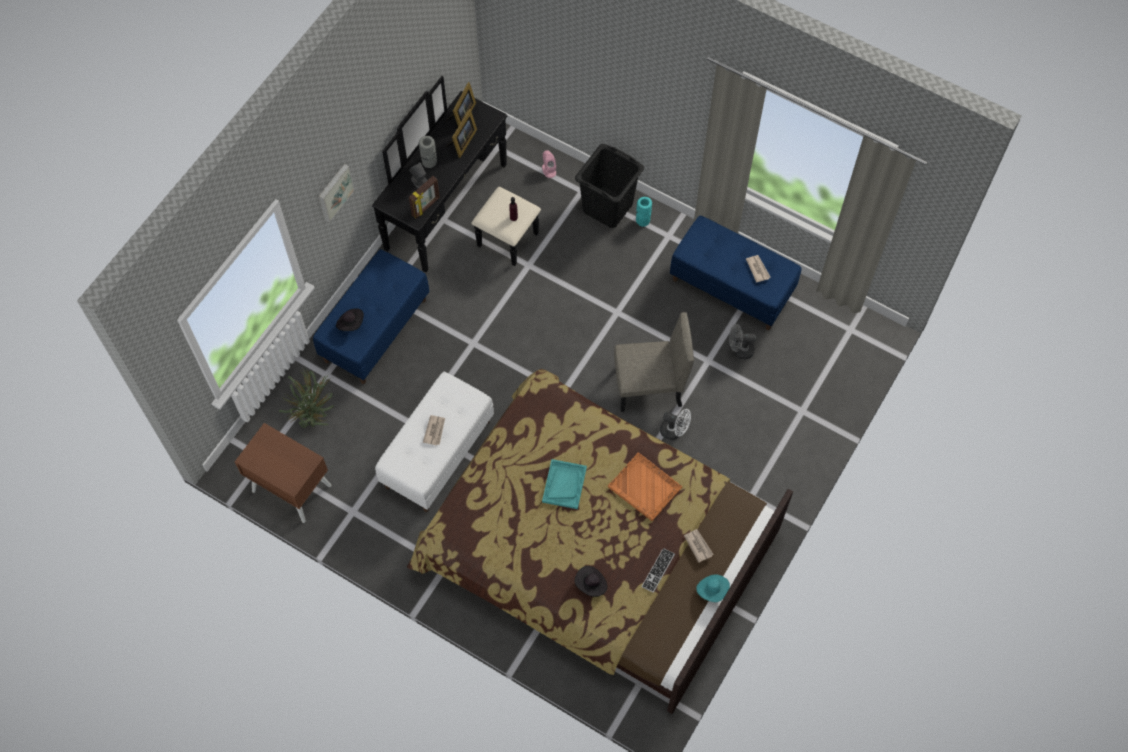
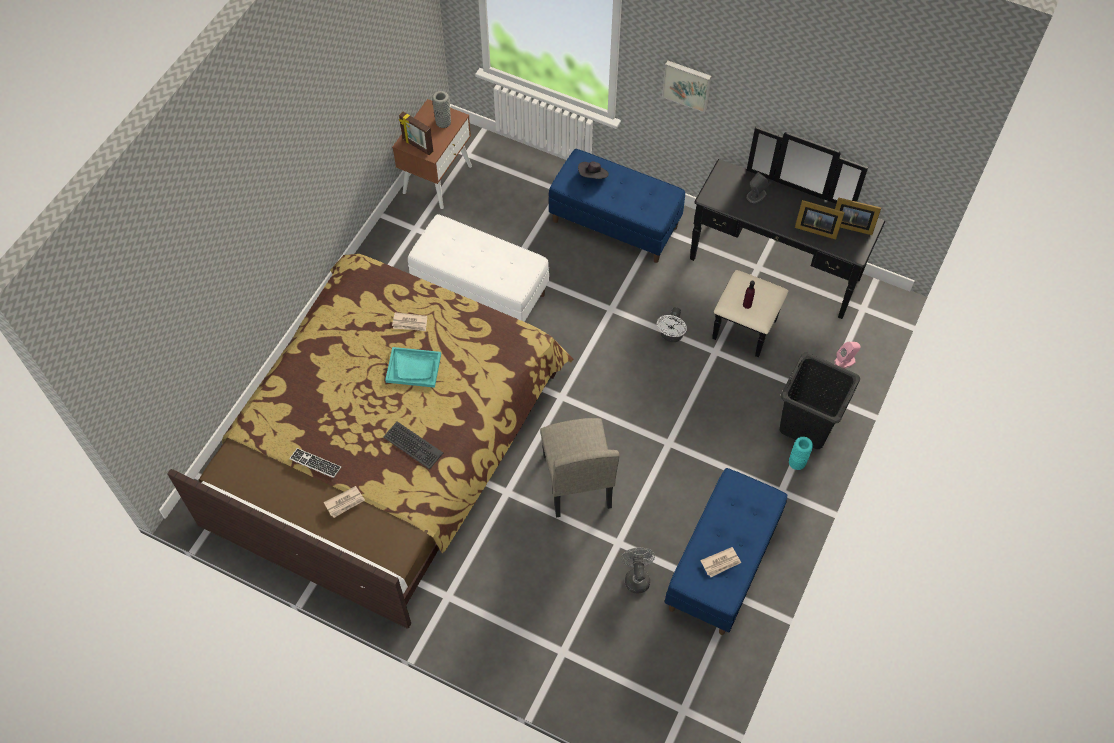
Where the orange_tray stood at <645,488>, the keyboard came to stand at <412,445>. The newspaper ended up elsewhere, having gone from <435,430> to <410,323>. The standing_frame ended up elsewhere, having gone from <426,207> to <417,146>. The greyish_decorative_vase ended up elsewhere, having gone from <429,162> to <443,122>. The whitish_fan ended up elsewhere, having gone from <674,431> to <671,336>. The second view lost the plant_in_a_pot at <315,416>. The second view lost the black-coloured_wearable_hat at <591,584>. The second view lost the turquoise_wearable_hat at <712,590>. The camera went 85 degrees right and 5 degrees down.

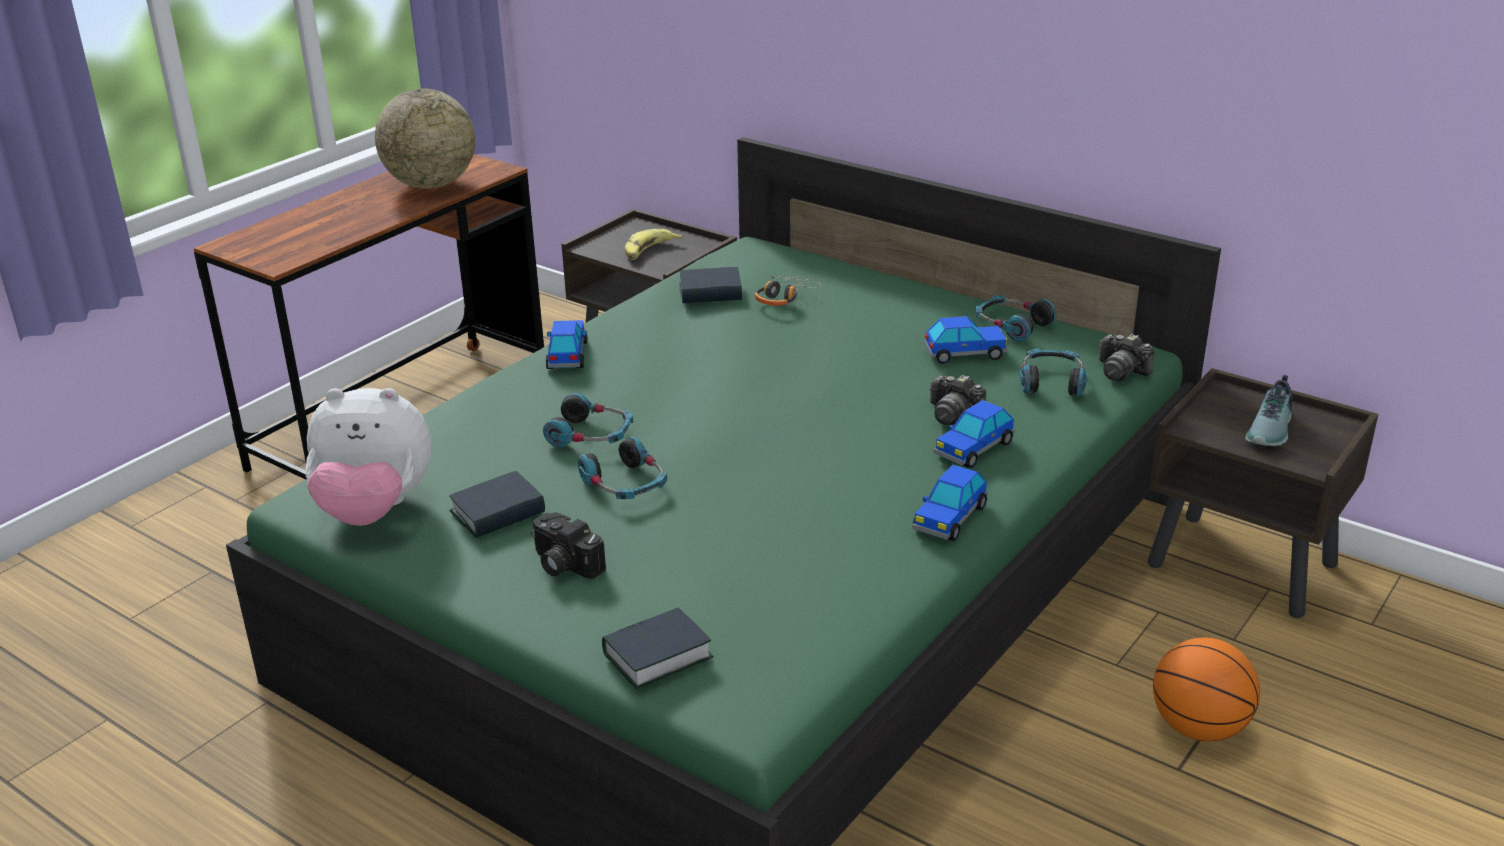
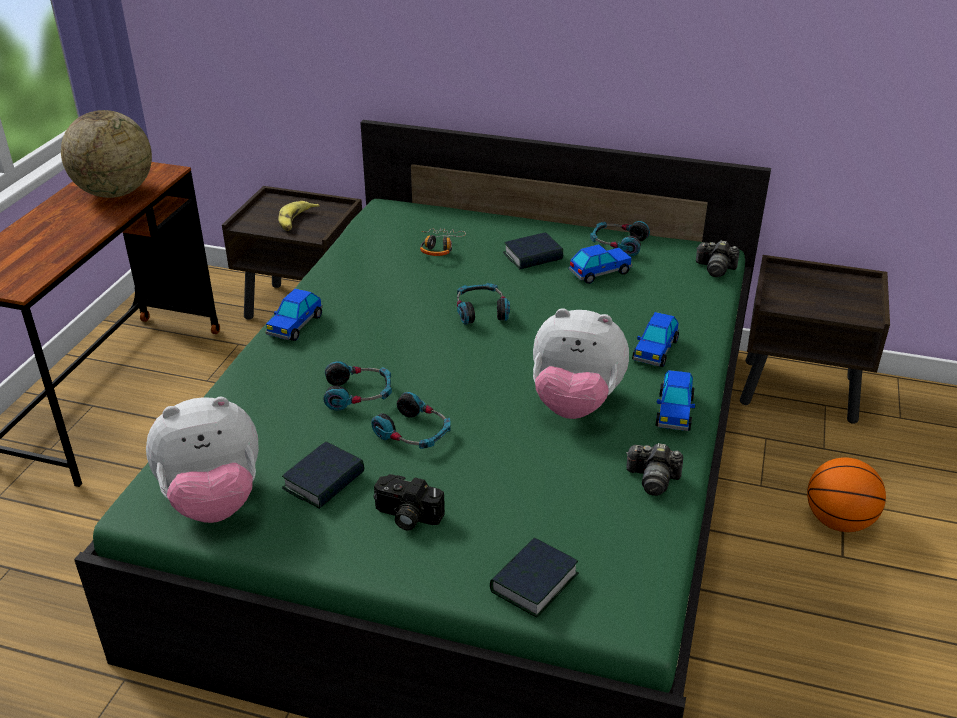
The miniature_car at <567,355> ended up facing another way, 135 degrees counterclockwise from before. The headphones ended up elsewhere, having gone from <1051,381> to <481,310>. The volume ended up elsewhere, having gone from <710,292> to <533,256>. The second view gained the plush_toy at <575,404>. The photo_camera ended up elsewhere, having gone from <953,414> to <653,479>. The second view lost the low_shoe at <1272,429>. The camera went 20 degrees left and 5 degrees up.

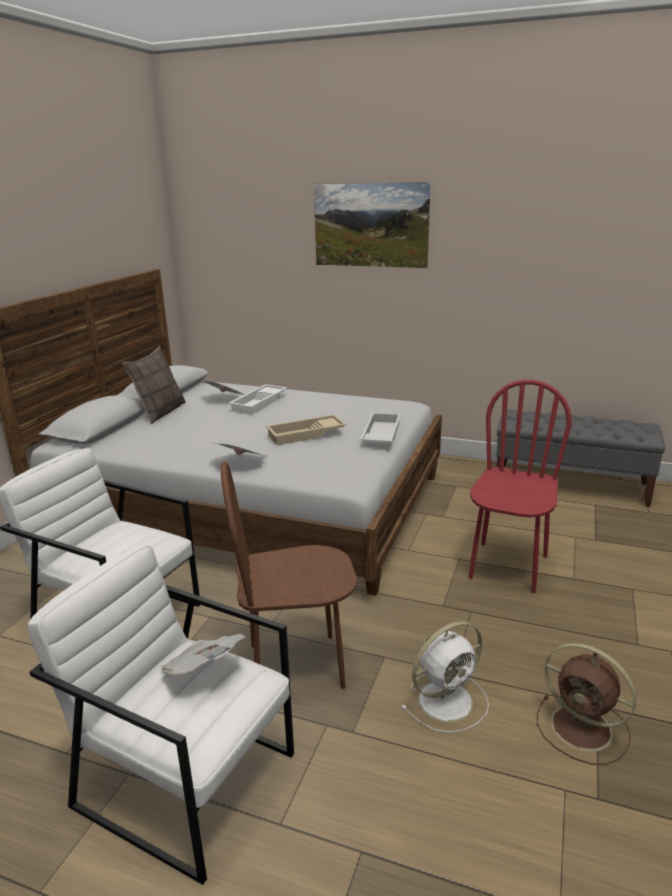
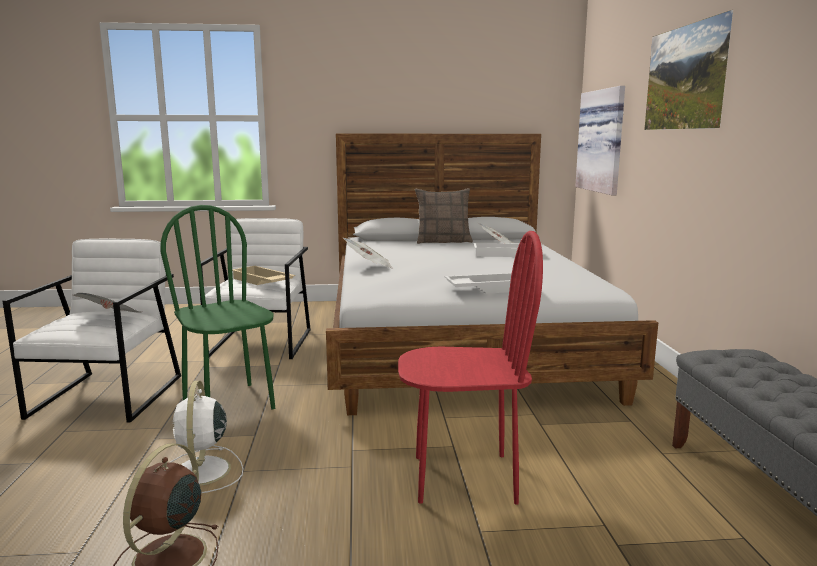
What was the brownish_chair at <296,666> turned into the green_chair at <229,404>. The whitish_fan at <447,700> ended up facing another way, 45 degrees clockwise from before. The sand-coloured_tray ended up elsewhere, having gone from <306,435> to <261,281>. The second view gained the picture at <603,141>. The camera went 65 degrees right and 10 degrees down.

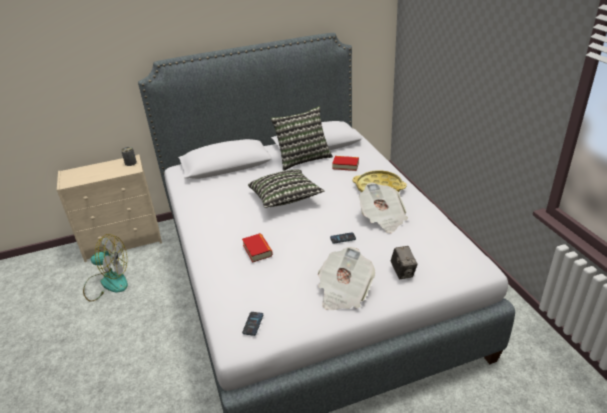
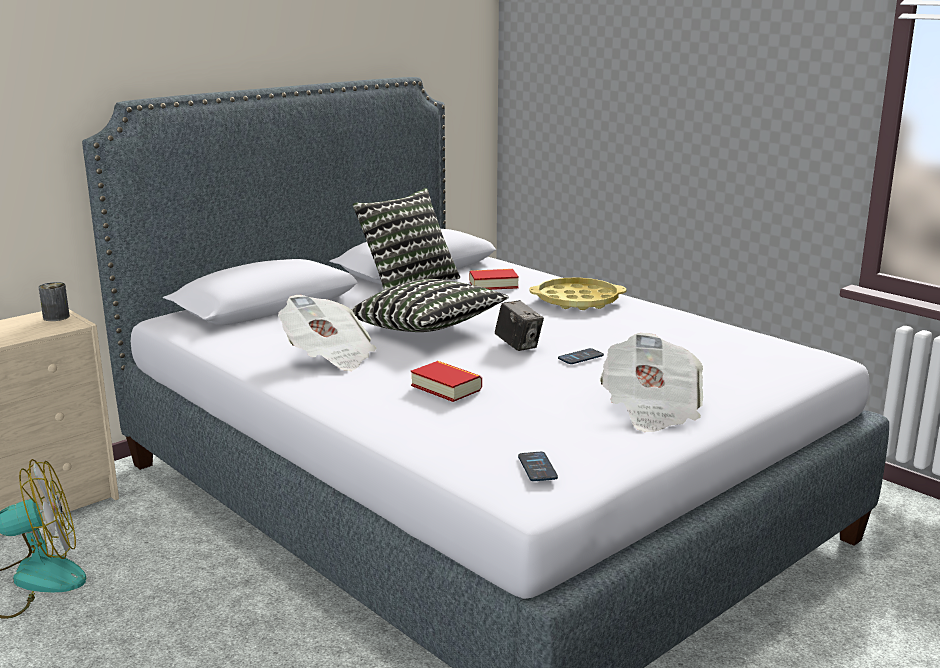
The newspaper ended up elsewhere, having gone from <382,218> to <329,356>. The photo_camera ended up elsewhere, having gone from <403,272> to <518,345>. The camera went 25 degrees left and 15 degrees down.

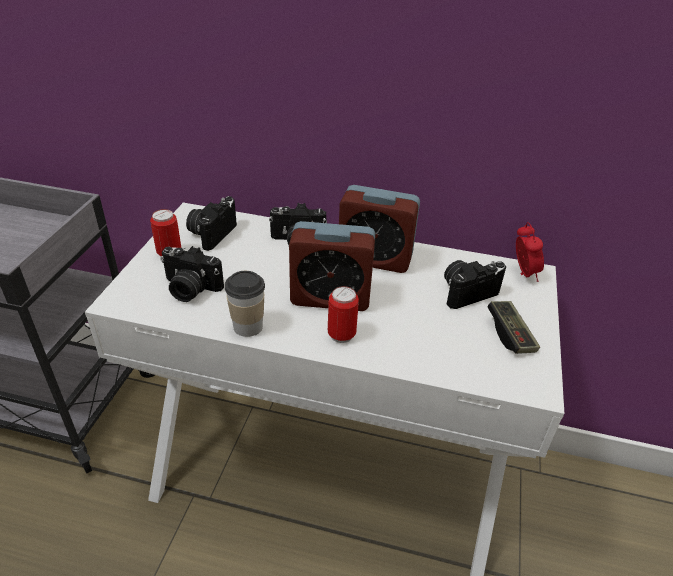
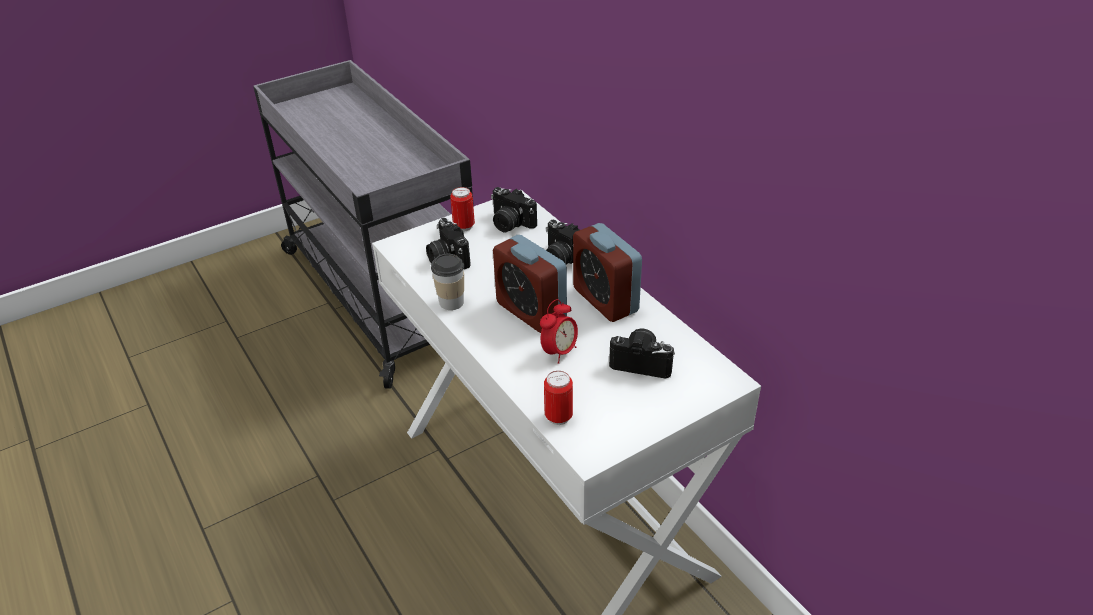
The photo_camera at <211,233> ended up facing another way, 120 degrees counterclockwise from before. The table_clock ended up elsewhere, having gone from <523,274> to <559,352>. The can ended up elsewhere, having gone from <341,335> to <558,417>. The second view lost the gamepad at <510,334>. The camera went 45 degrees right and 0 degrees up.

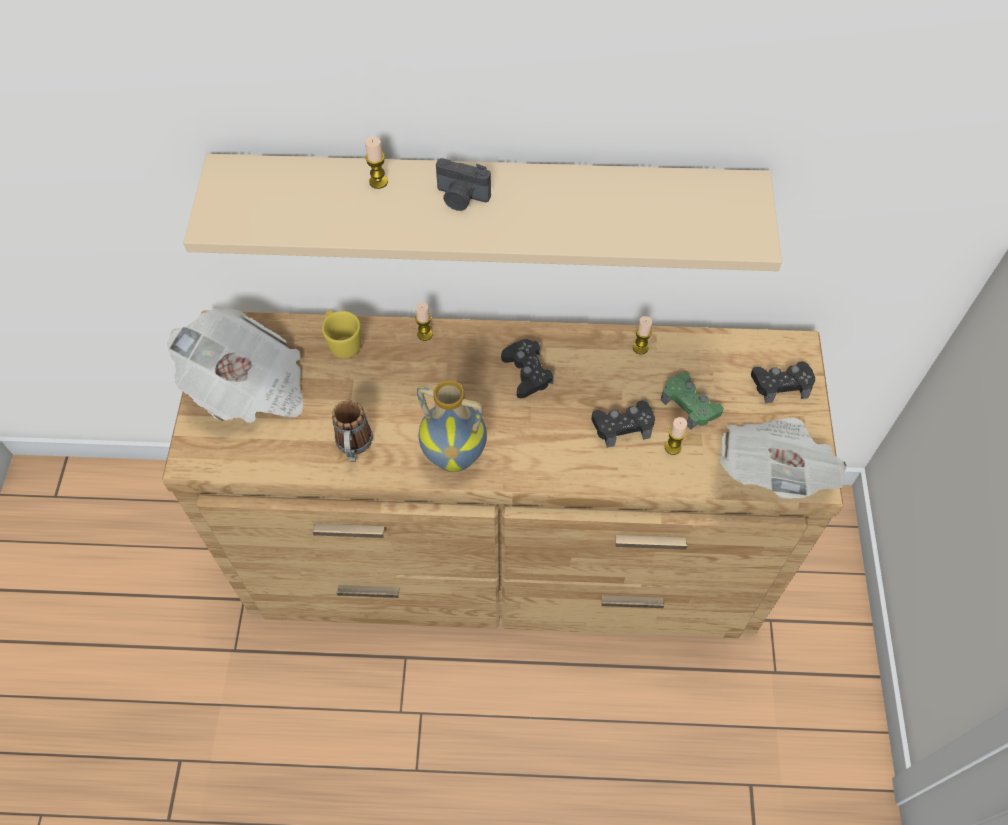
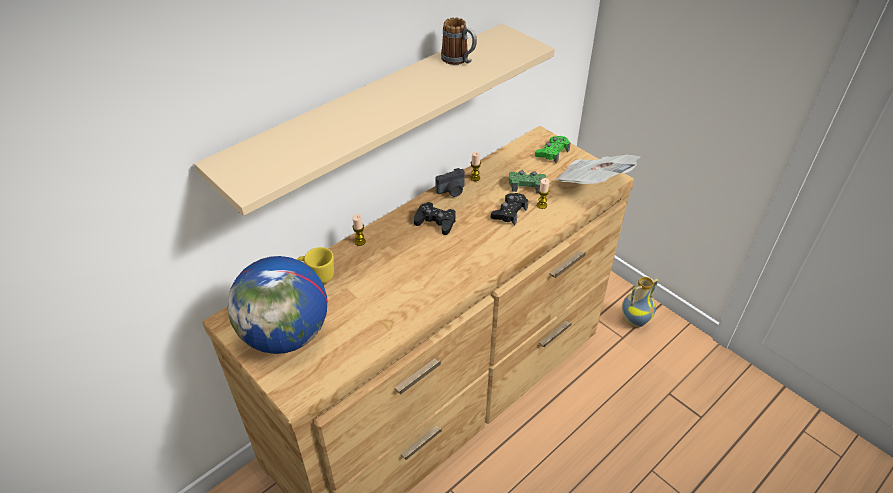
Where the newspaper stood at <249,387>, the globe came to stand at <286,335>. The photo_camera ended up elsewhere, having gone from <461,198> to <452,191>. The mug ended up elsewhere, having gone from <354,447> to <459,60>. What was the black-coloured_gamepad at <781,384> turned into the green_gamepad at <552,152>. The decorative_vase ended up elsewhere, having gone from <455,454> to <634,320>. The second view lost the wax_candle at <378,181>. The camera went 45 degrees left and 15 degrees down.

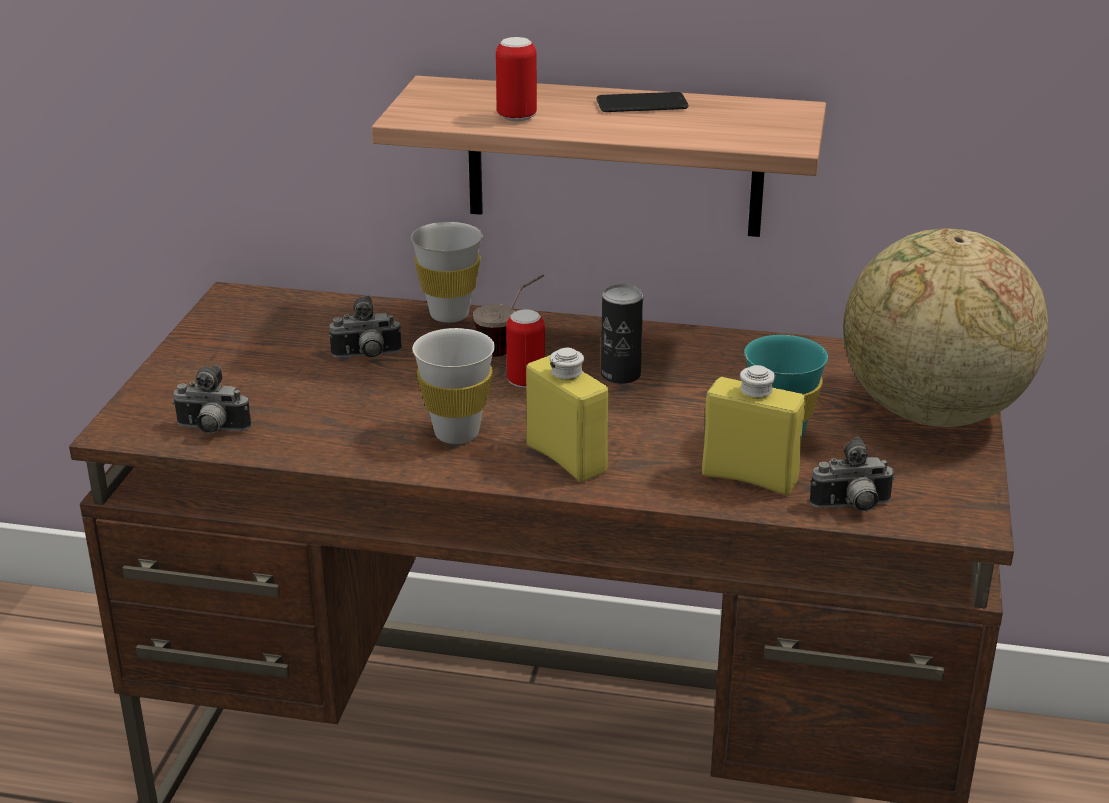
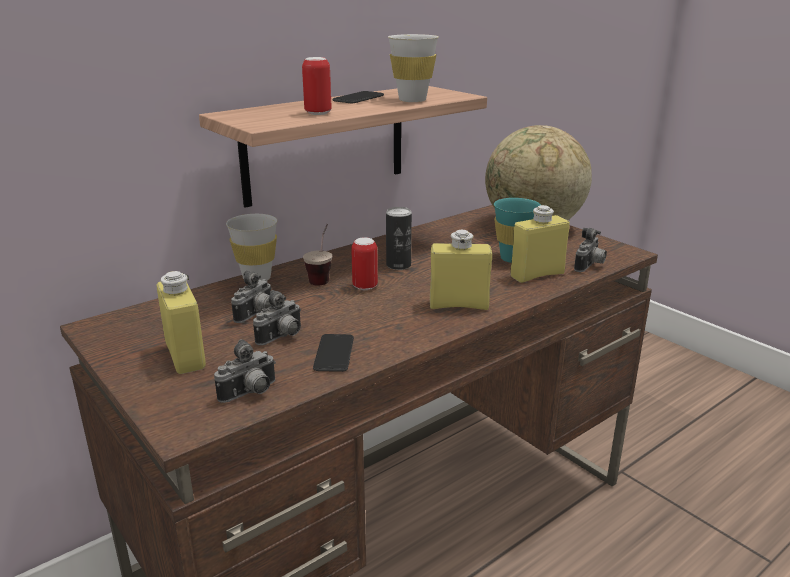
The second view gained the yellow_beverage_bottle at <185,356>. The second view gained the photo_camera at <282,337>. The second view gained the telephone at <334,353>. The whitish_drinking_cup ended up elsewhere, having gone from <456,433> to <412,100>. The camera went 50 degrees left and 5 degrees down.

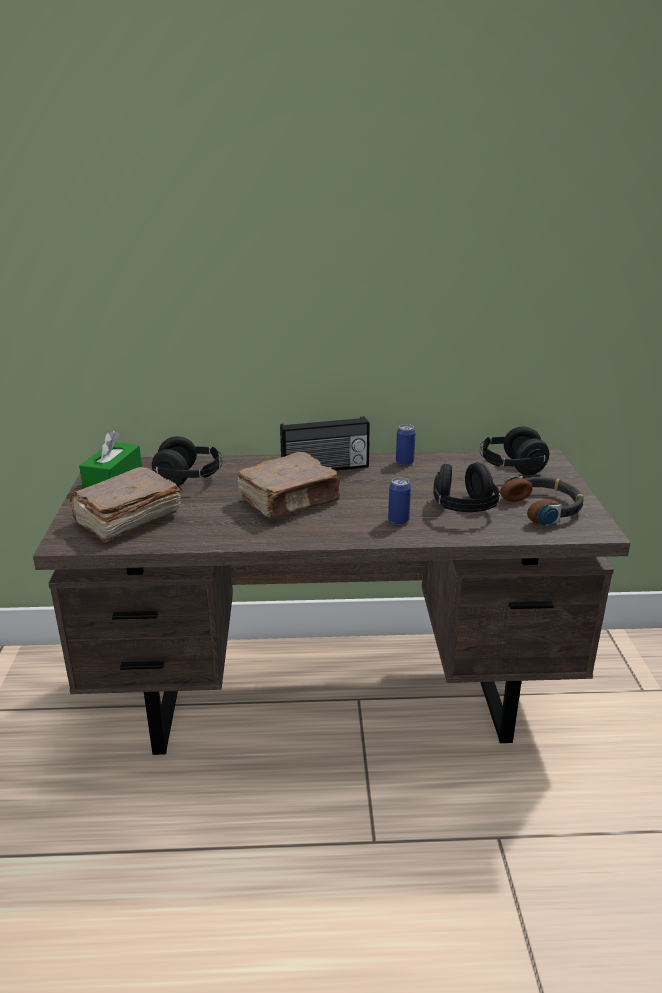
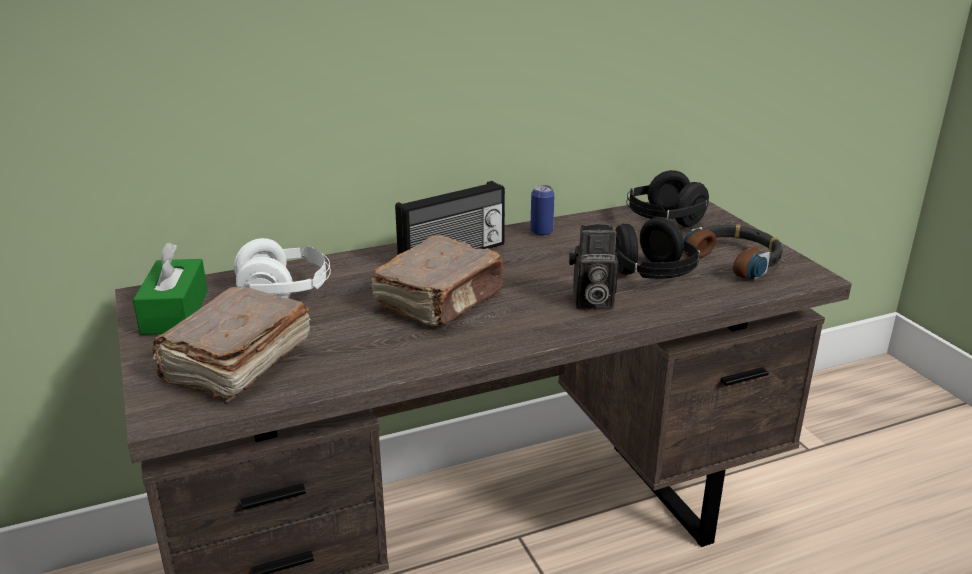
What was the black-coloured_headphones at <189,479> turned into the whitish_headphones at <285,294>. Where the can stood at <398,520>, the photo_camera came to stand at <590,302>. The camera went 20 degrees left and 0 degrees up.

